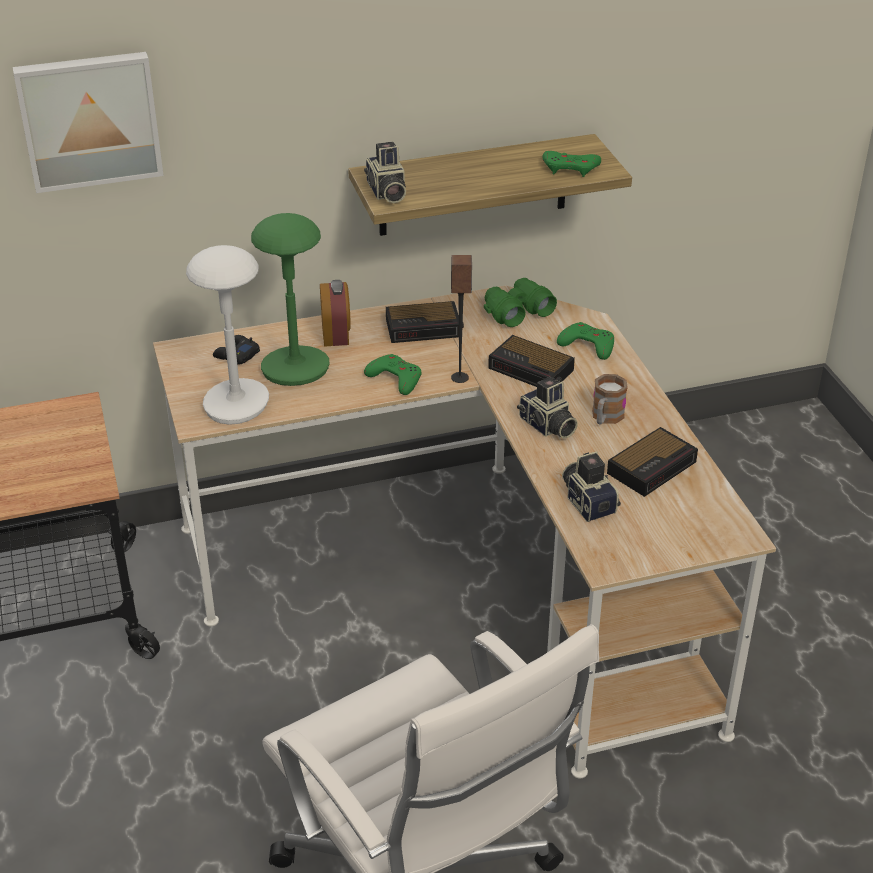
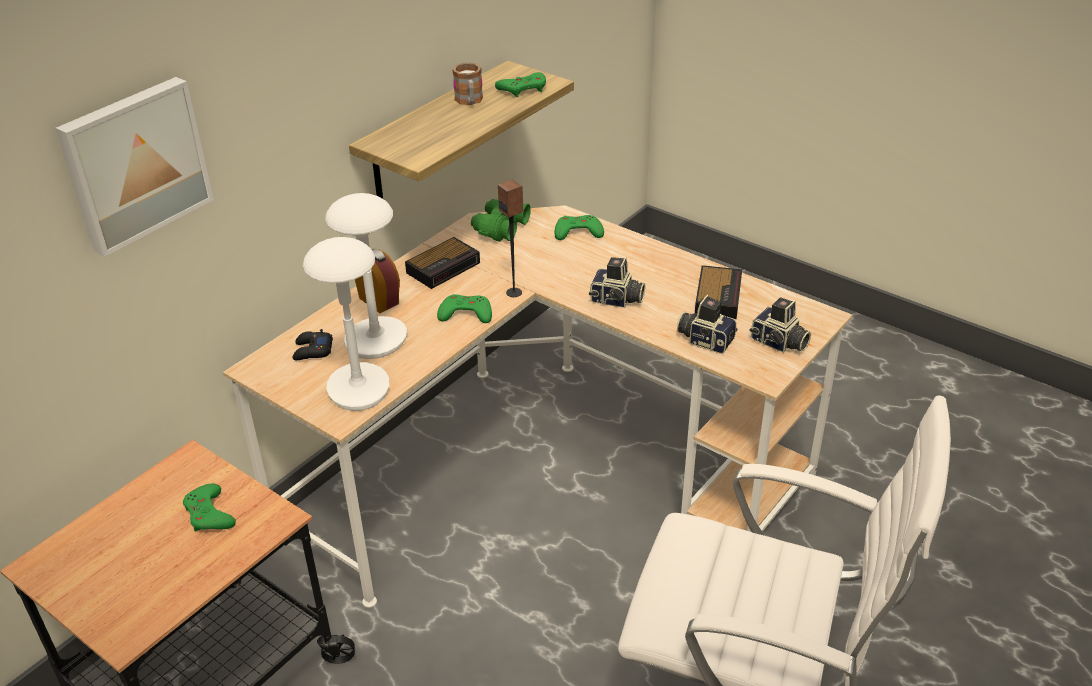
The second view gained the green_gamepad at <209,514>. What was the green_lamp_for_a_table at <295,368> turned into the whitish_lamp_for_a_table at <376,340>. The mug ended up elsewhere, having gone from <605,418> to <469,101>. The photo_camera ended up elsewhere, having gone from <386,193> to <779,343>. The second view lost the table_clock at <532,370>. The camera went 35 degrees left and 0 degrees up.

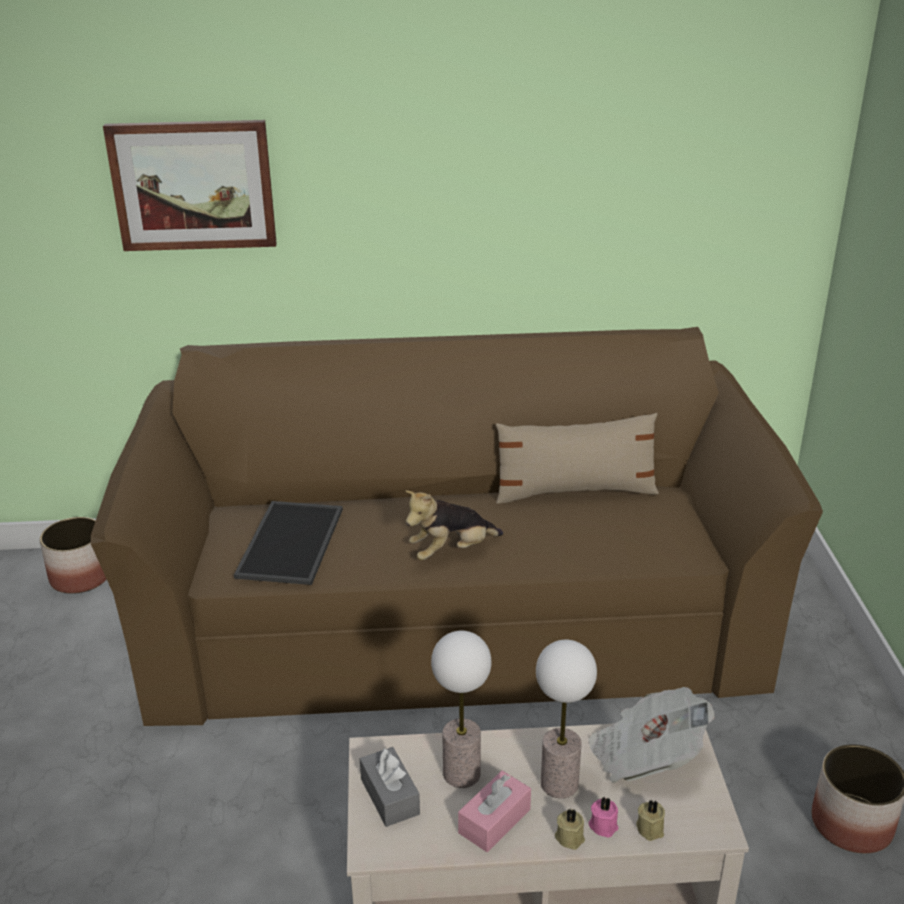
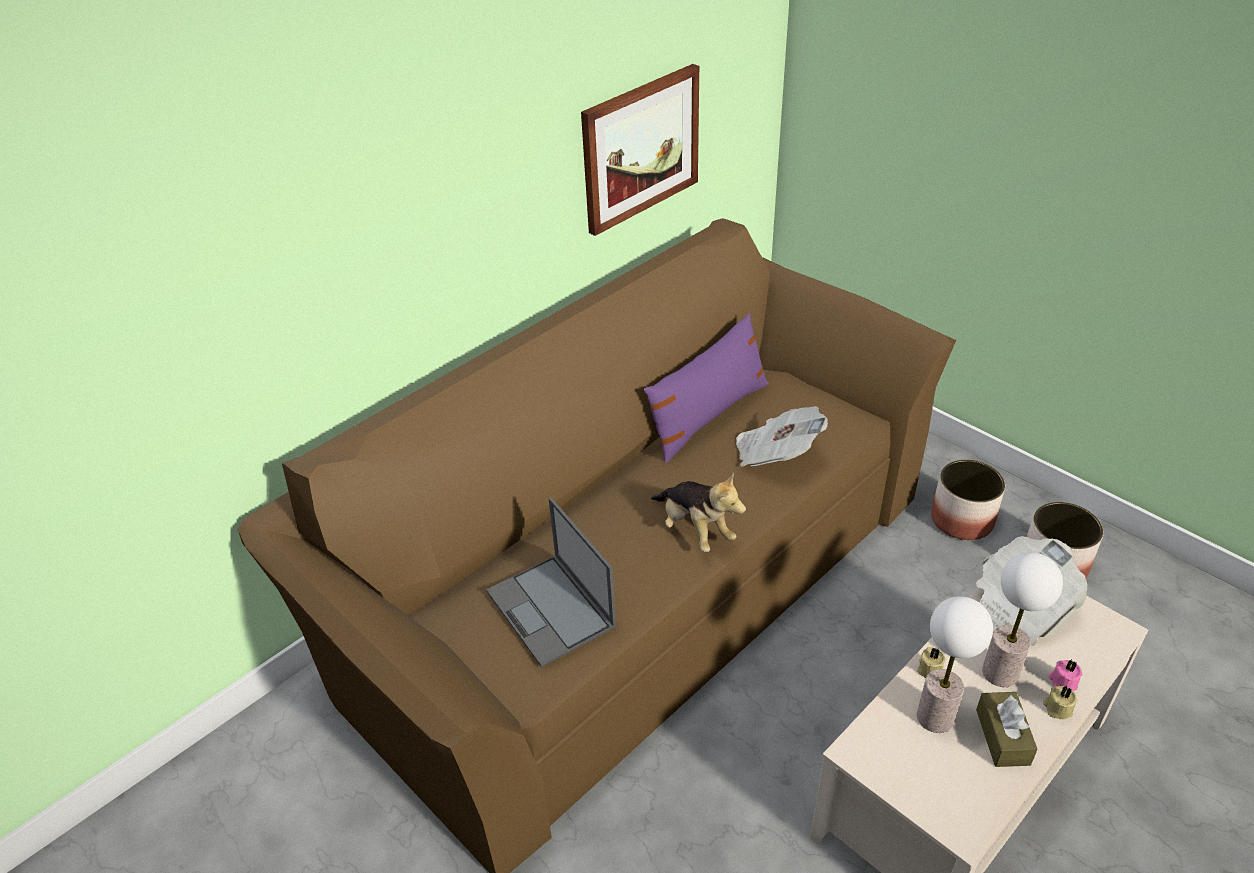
Where the tray stood at <292,543>, the laptop came to stand at <552,610>. The picture ended up elsewhere, having gone from <193,185> to <640,148>. What was the sand-coloured_pillow at <575,491> turned into the purple_pillow at <708,416>. The plush_toy at <451,551> ended up facing another way, 60 degrees counterclockwise from before. The second view gained the newspaper at <776,454>. The sand-coloured_wax_candle ended up elsewhere, having gone from <651,828> to <929,669>. The plant_pot ended up elsewhere, having gone from <81,577> to <961,519>. What was the pink-coloured_tissue_holder at <494,821> turned into the brownish_tissue_holder at <1002,737>. The second view lost the greyish_tissue_holder at <390,796>. The camera went 40 degrees left and 10 degrees up.

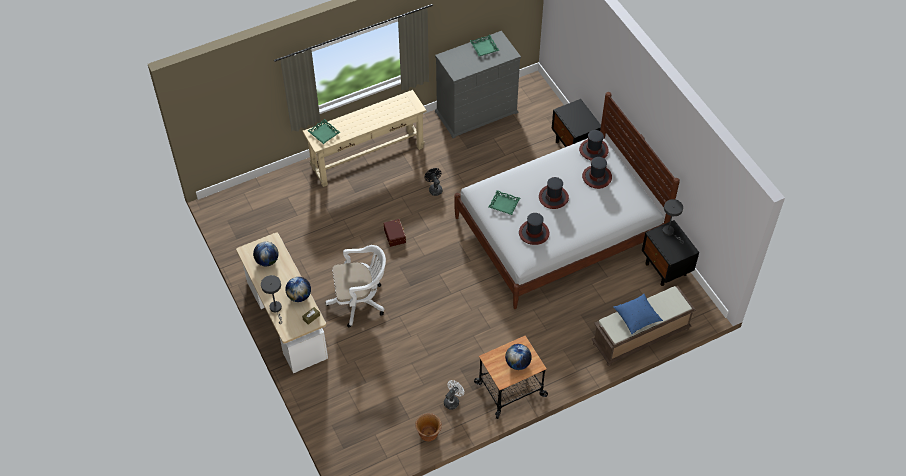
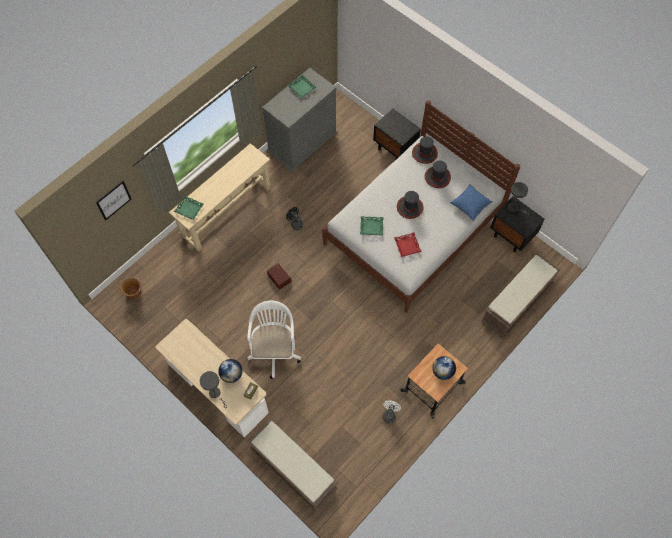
The second view gained the picture at <113,200>. The brownish_plant_pot ended up elsewhere, having gone from <428,434> to <134,293>. The whitish_office_chair at <360,301> ended up facing another way, 60 degrees counterclockwise from before. The second view gained the brownish_indoor_bench at <292,469>. Where the wearable_hat stood at <533,233>, the reddish_tray came to stand at <407,246>. The blue_pillow ended up elsewhere, having gone from <636,318> to <470,205>. The second view lost the globe at <267,261>. The camera went 20 degrees left and 10 degrees up.

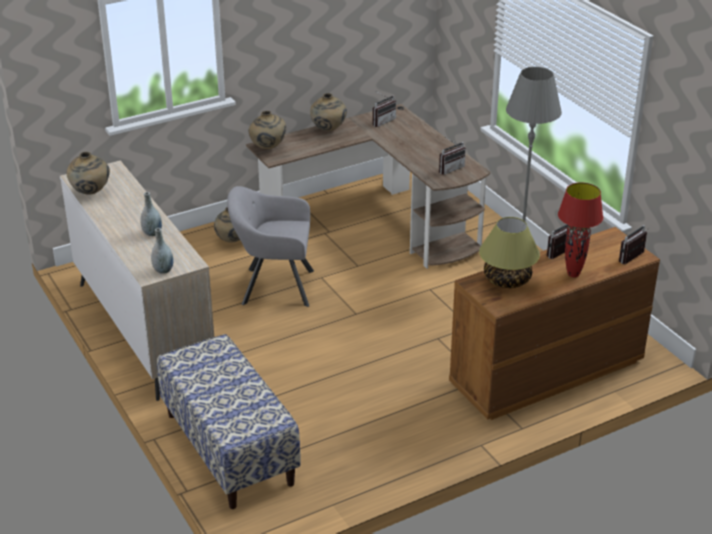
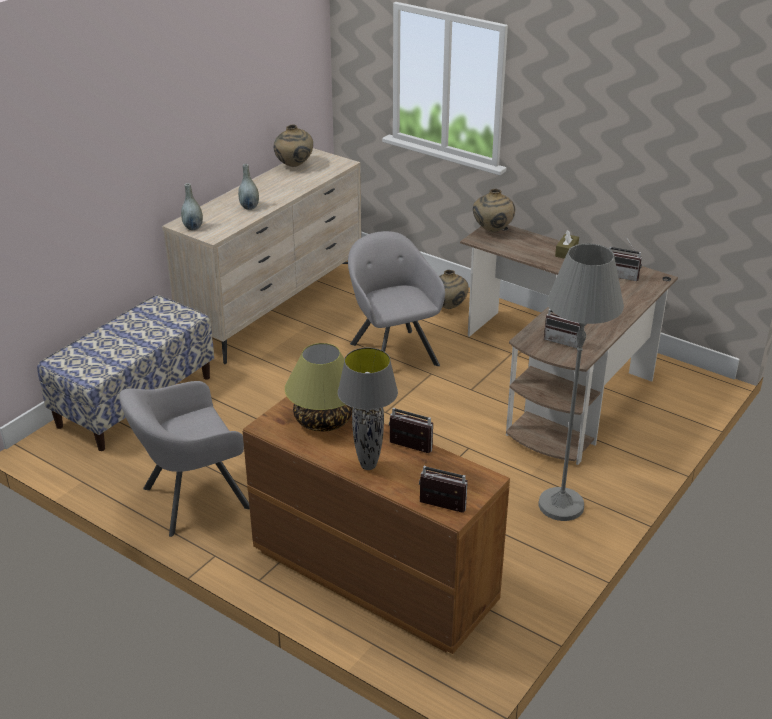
The second view gained the greyish_armchair at <191,500>. What was the reddish_lamp_for_a_table at <573,274> turned into the greyish_lamp_for_a_table at <369,465>. Where the sand-coloured_decorative_vase stood at <328,130>, the brownish_tissue_holder came to stand at <566,252>. The camera went 65 degrees right and 0 degrees up.

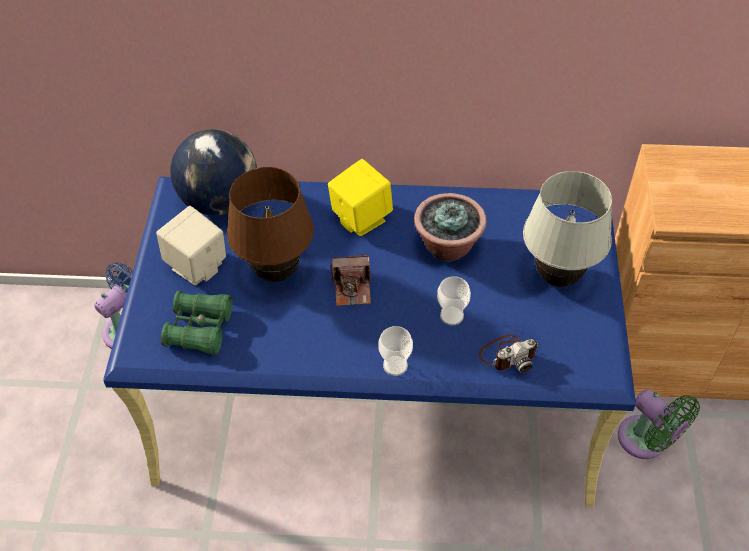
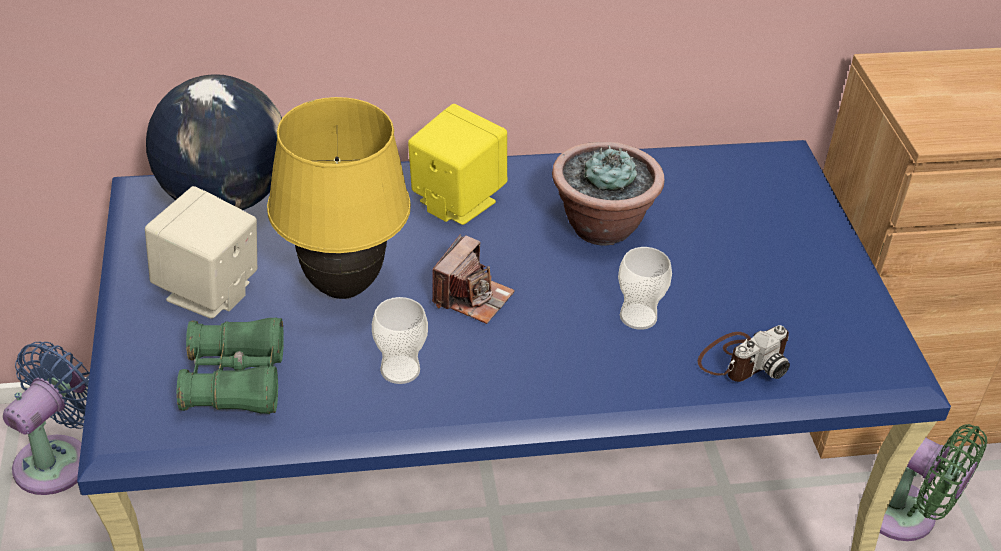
What was the brownish_lamp_for_a_table at <277,273> turned into the yellow_lamp_for_a_table at <344,287>. The drinking_cup ended up elsewhere, having gone from <395,365> to <400,369>. The photo_camera at <352,289> ended up facing another way, 45 degrees counterclockwise from before. The second view lost the whitish_lamp_for_a_table at <557,277>. The camera went 15 degrees left and 10 degrees down.

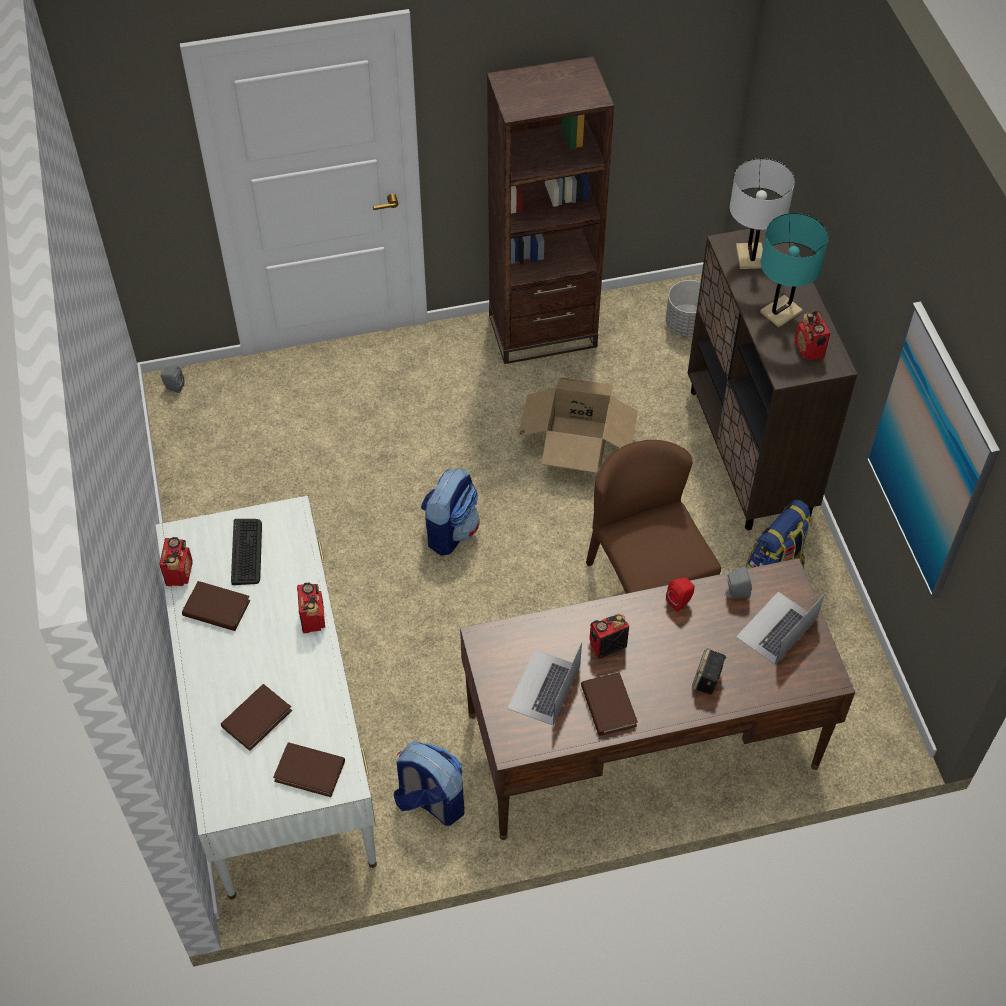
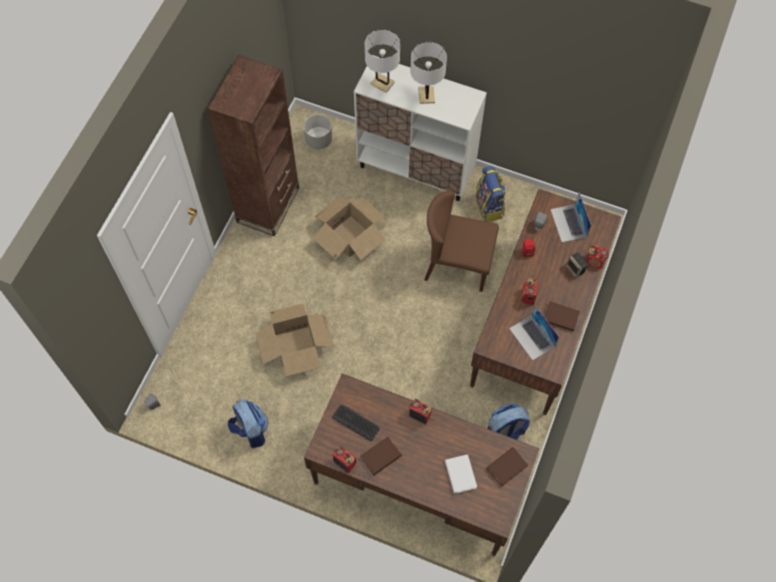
The rucksack ended up elsewhere, having gone from <450,530> to <250,430>. The second view gained the carton at <295,346>. What was the whitish_desk_table at <277,734> turned into the brownish_desk_table at <418,481>. What was the brownish_cabinet at <749,453> turned into the whitish_cabinet at <416,169>. What was the turquoise_lamp_for_a_table at <781,312> turned into the whitish_lamp_for_a_table at <426,95>. What was the brownish_volume at <256,718> turned into the whitish_volume at <460,474>. The radio ended up elsewhere, having gone from <809,349> to <595,261>. The second view lost the picture at <930,453>. The camera went 55 degrees left and 10 degrees up.

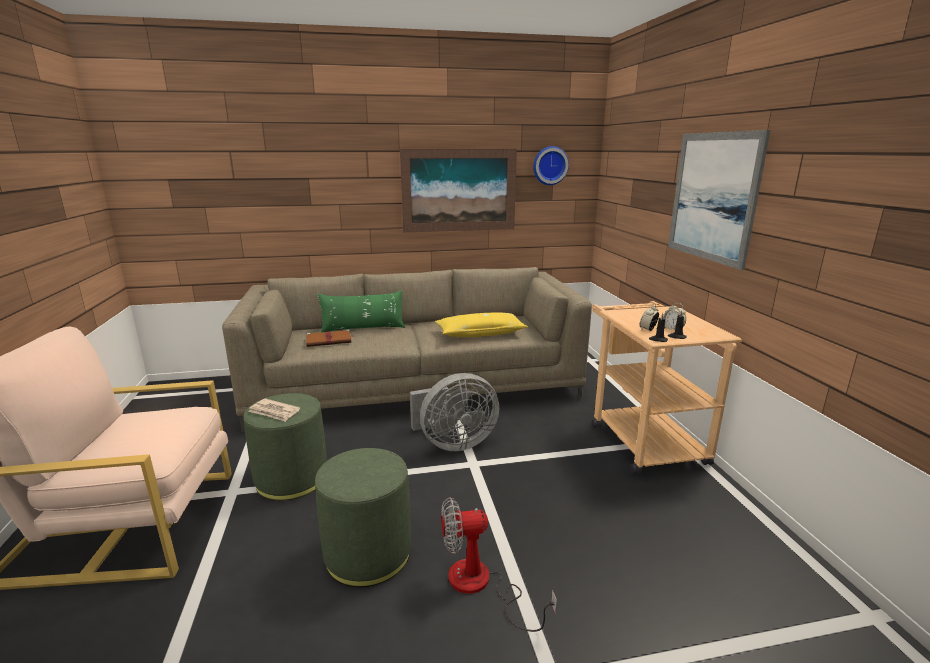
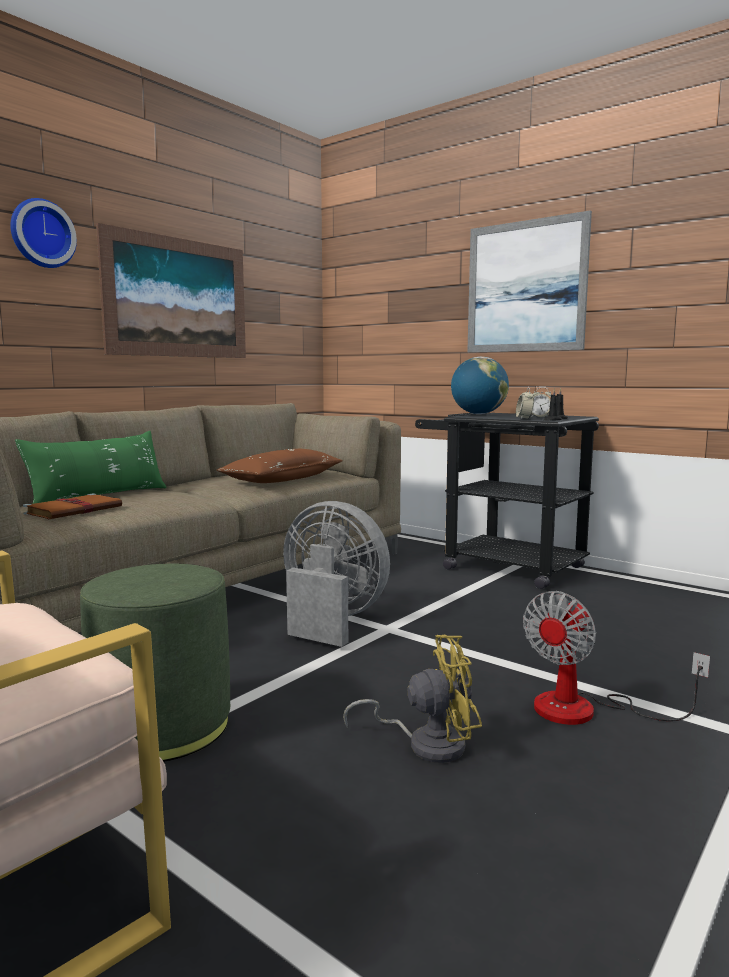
The wall_clock ended up elsewhere, having gone from <549,165> to <41,234>. What was the yellow_pillow at <480,333> turned into the brownish_pillow at <283,479>. The greyish_fan at <453,443> ended up facing another way, 90 degrees counterclockwise from before. Where the green_pouffe stood at <368,553>, the yellow_fan came to stand at <426,743>. What was the sand-coloured_trolley at <642,438> turned into the black-coloured_trolley at <502,565>. The second view gained the globe at <478,414>. The second view lost the newspaper at <274,412>. The camera went 40 degrees left and 10 degrees down.

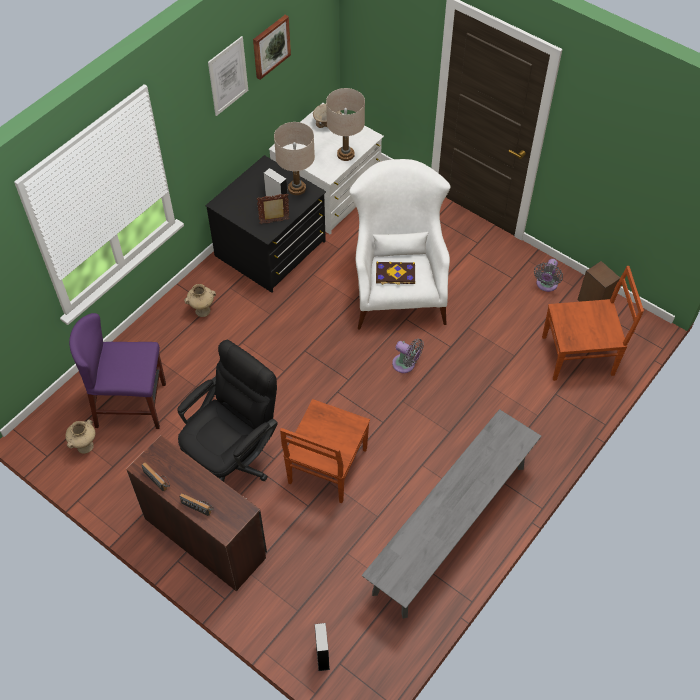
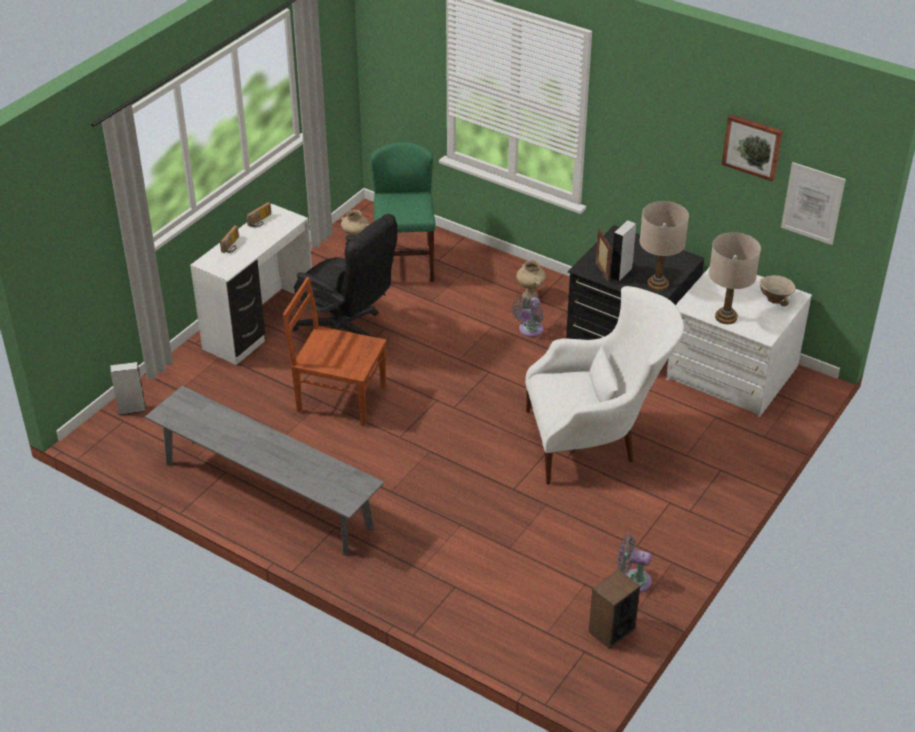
What was the brownish_desk_table at <205,536> turned into the whitish_desk_table at <260,325>. What was the purple_chair at <131,405> turned into the green_chair at <405,263>. The greyish_fan ended up elsewhere, having gone from <406,365> to <529,330>. The picture ended up elsewhere, having gone from <228,76> to <812,203>. The second view lost the volume at <395,274>. The second view lost the brownish_chair at <580,355>. The camera went 85 degrees right and 15 degrees down.

